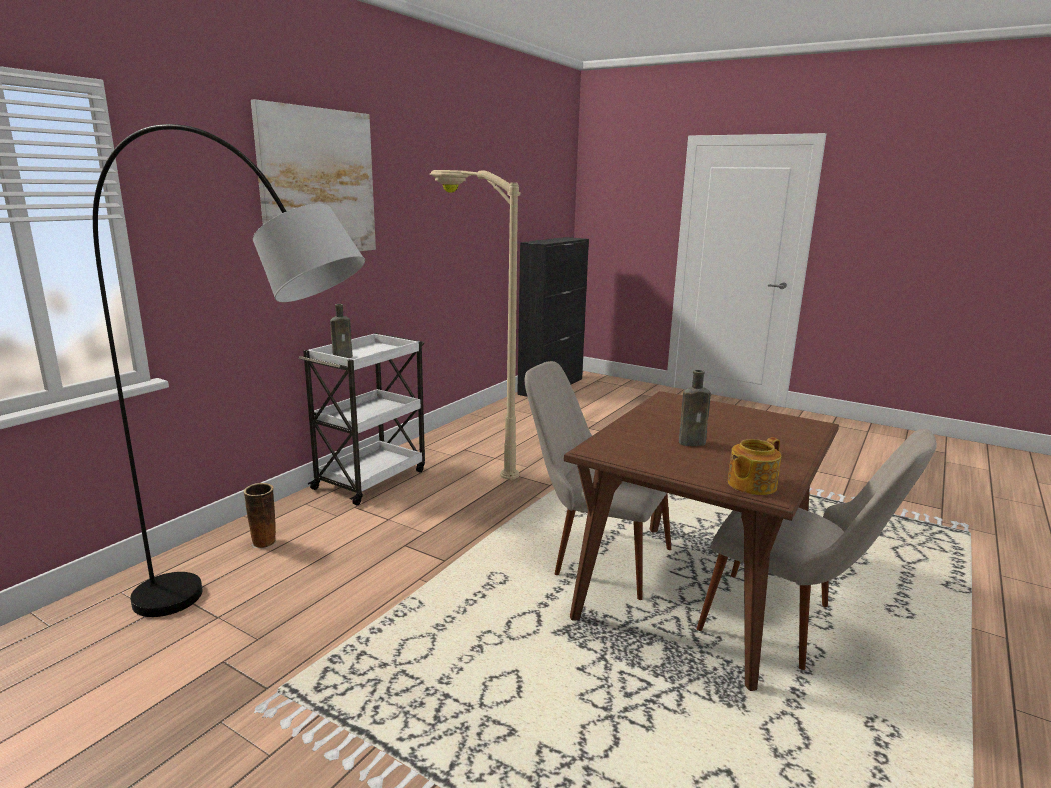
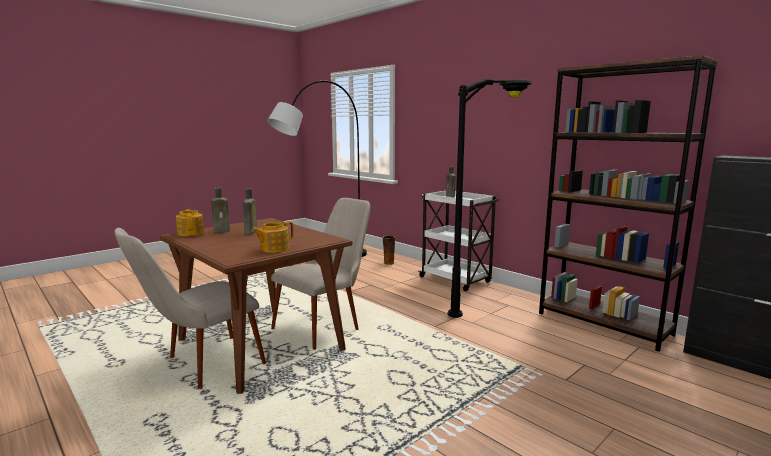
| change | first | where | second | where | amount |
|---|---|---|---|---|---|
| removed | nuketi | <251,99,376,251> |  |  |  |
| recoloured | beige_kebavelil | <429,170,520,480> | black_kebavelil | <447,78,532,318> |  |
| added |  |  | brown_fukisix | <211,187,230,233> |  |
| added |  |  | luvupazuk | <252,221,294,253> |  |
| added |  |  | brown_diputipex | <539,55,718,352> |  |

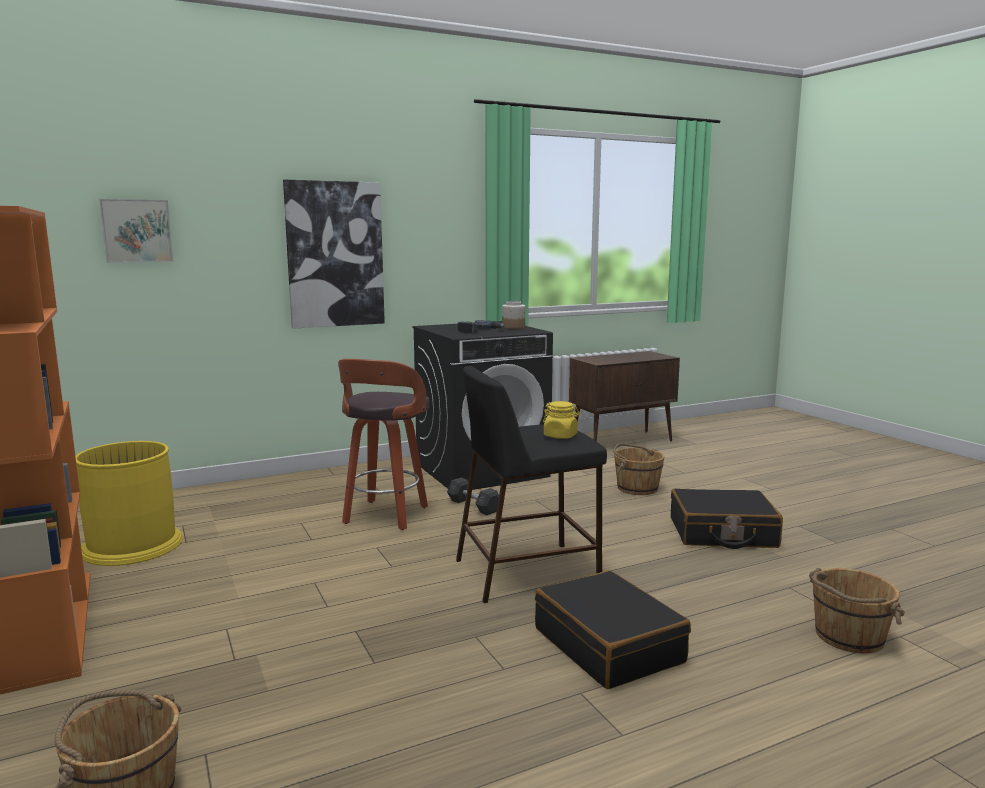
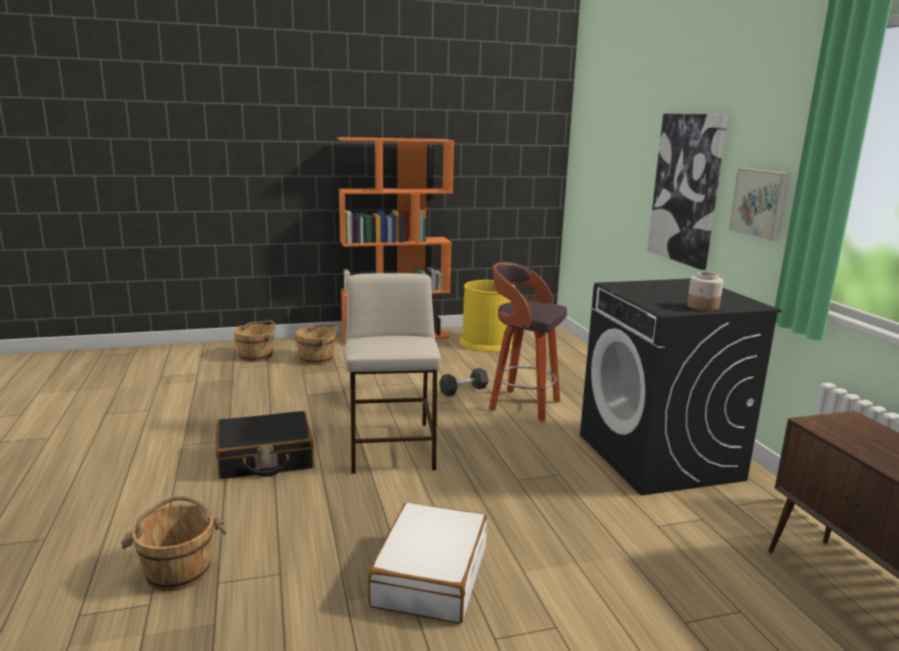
| change | first | where | second | where | amount |
|---|---|---|---|---|---|
| moved | nuketi | <99,199,173,263> |  | <729,168,790,241> |  |
| moved | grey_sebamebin | <447,477,499,515> |  | <439,368,489,396> |  |
| recoloured | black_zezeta | <456,366,607,603> | beige_zezeta | <345,273,441,474> |  |
| removed | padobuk | <458,320,505,333> |  |  |  |
| removed | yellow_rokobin | <543,401,580,439> |  |  |  |
| moved | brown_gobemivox | <613,443,665,495> |  | <295,324,338,365> |  |
| recoloured | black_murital | <671,489,783,549> | white_murital | <368,502,487,624> |  |

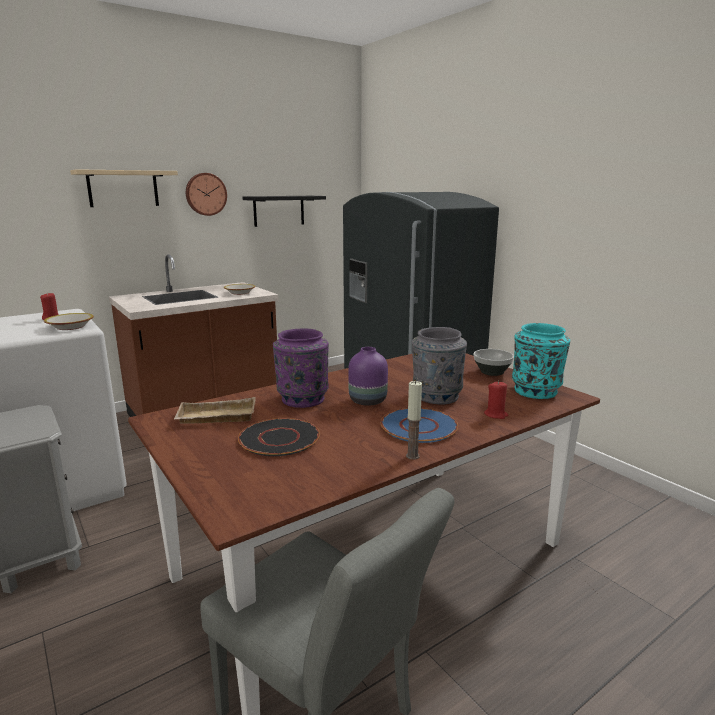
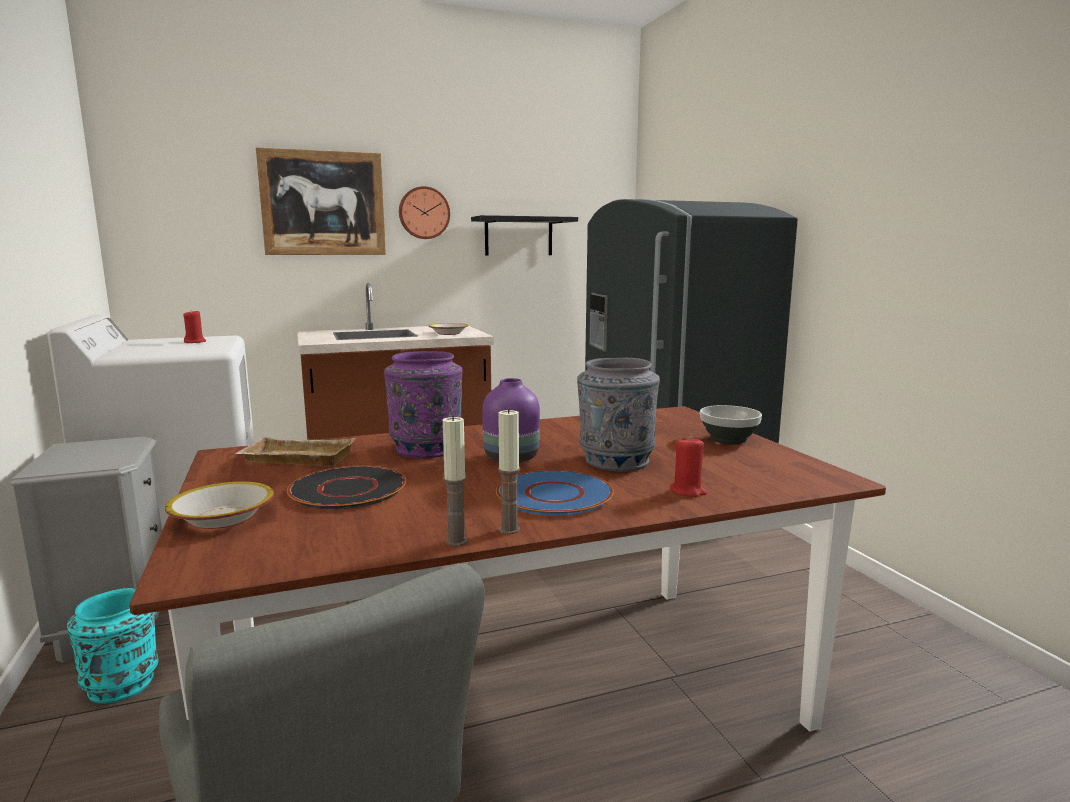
| change | first | where | second | where | amount |
|---|---|---|---|---|---|
| moved | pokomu | <44,313,94,330> |  | <165,482,274,529> |  |
| replaced | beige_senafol | <70,169,178,207> | nuketi | <256,148,386,255> |  |
| moved | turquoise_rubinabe | <512,323,570,399> |  | <67,588,159,703> |  |
| added |  |  | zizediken | <443,415,468,546> |  |

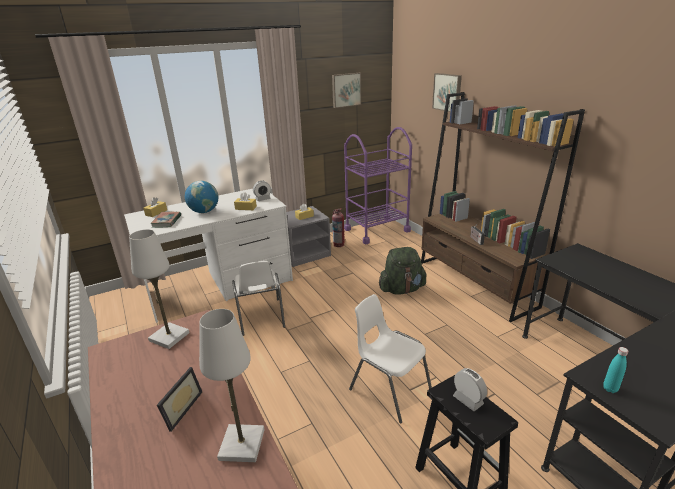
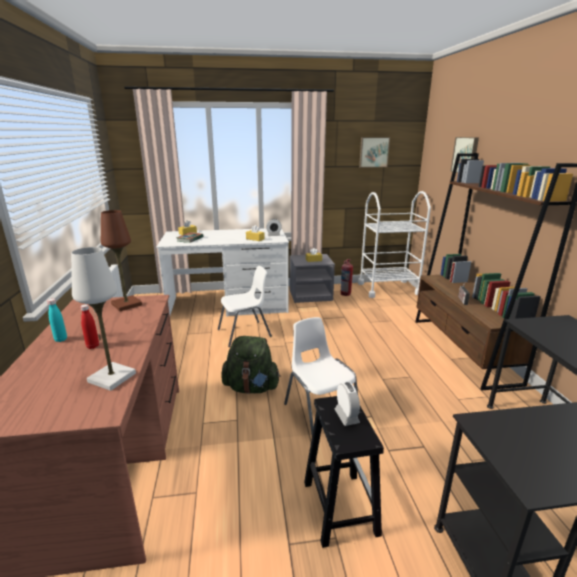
| change | first | where | second | where | amount |
|---|---|---|---|---|---|
| recoloured | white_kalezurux | <129,229,190,349> | brown_kalezurux | <101,210,142,311> |  |
| replaced | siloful | <157,367,202,432> | red_fukisix | <80,304,99,349> |  |
| removed | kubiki | <185,181,218,213> |  |  |  |
| turned | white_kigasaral | <232,261,285,336> |  | <218,266,272,347> | 120 degrees counterclockwise |
| recoloured | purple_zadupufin | <344,127,412,244> | white_zadupufin | <358,191,431,298> |  |
| moved | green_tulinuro | <379,247,427,295> |  | <221,336,280,394> |  |
| moved | turquoise_fukisix | <603,347,629,393> |  | <47,299,67,342> |  |

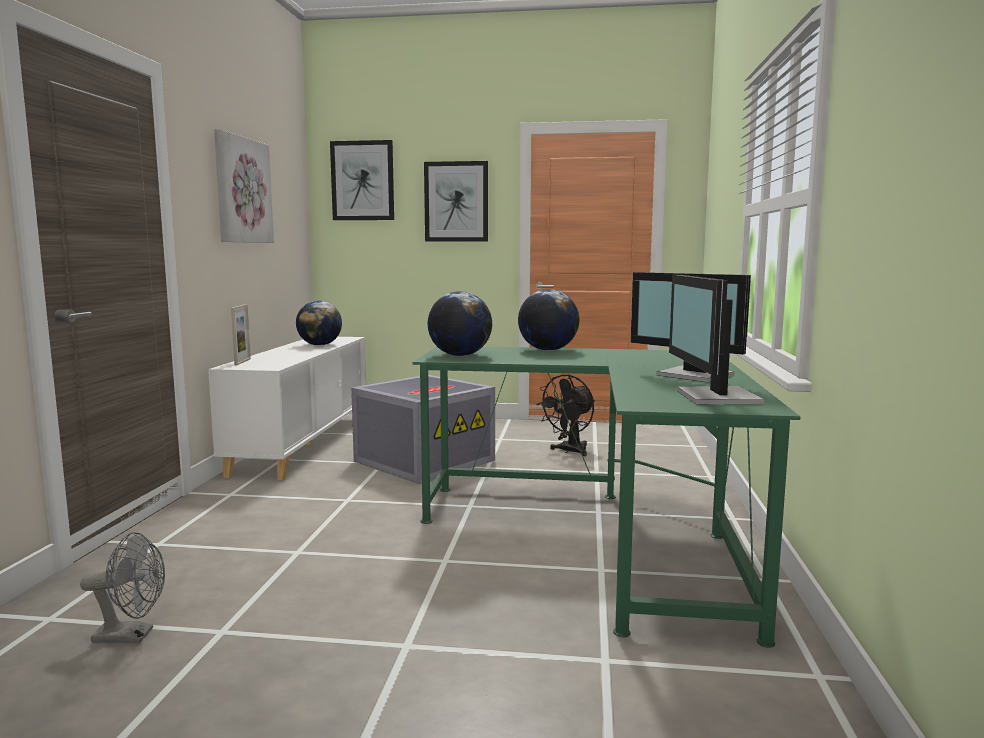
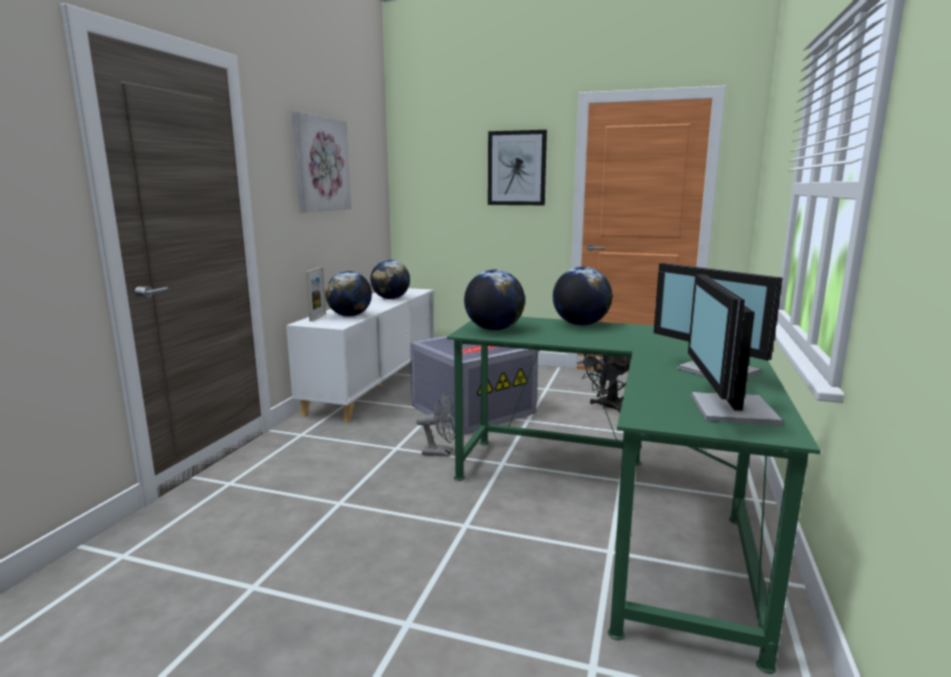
| change | first | where | second | where | amount |
|---|---|---|---|---|---|
| moved | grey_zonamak | <80,532,165,643> |  | <416,393,455,457> |  |
| removed | nuketi | <330,140,394,220> |  |  |  |
| added |  |  | kubiki | <325,271,372,317> |  |

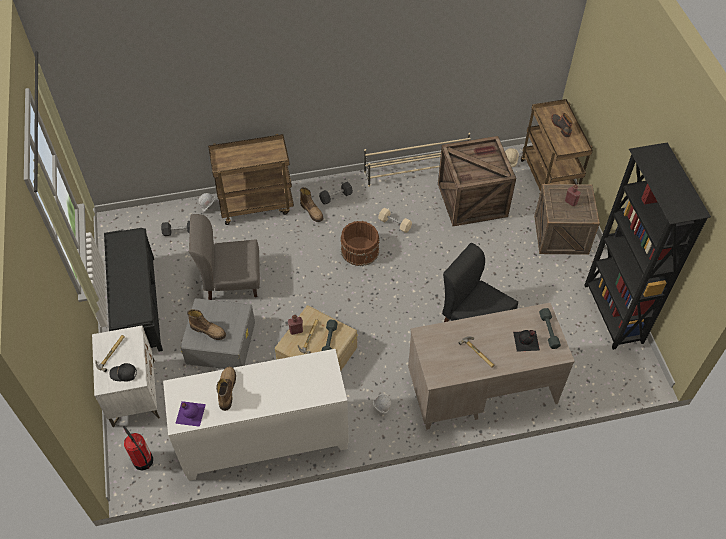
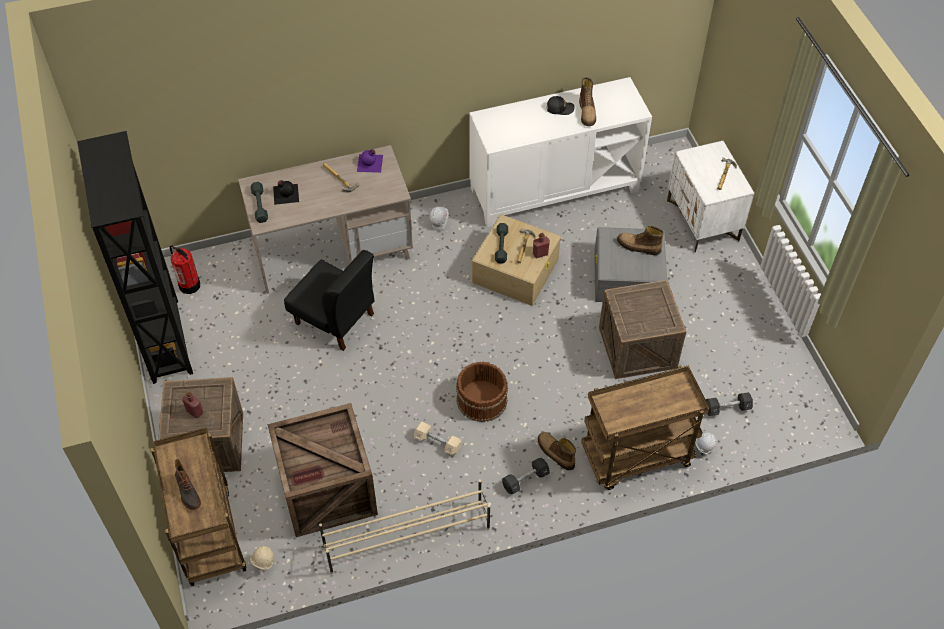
| change | first | where | second | where | amount |
|---|---|---|---|---|---|
| removed | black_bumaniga | <104,228,163,351> |  |  |  |
| moved | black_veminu | <109,363,137,382> |  | <547,96,575,115> |  |
| moved | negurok | <123,426,153,471> |  | <170,245,200,294> |  |
| moved | purple_fukisix | <175,401,206,427> |  | <357,149,383,173> |  |
| replaced | grey_kigasaral | <189,214,260,300> | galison | <599,280,686,379> |  |

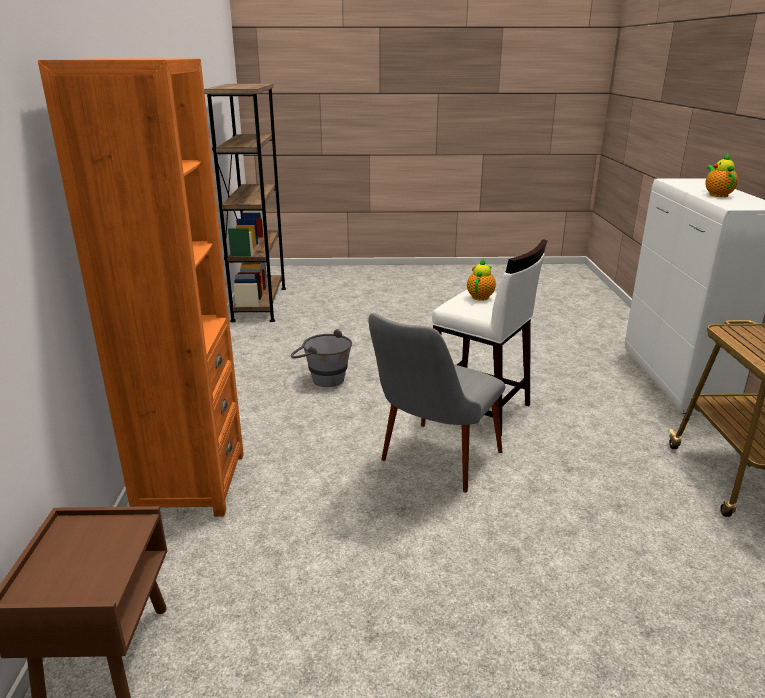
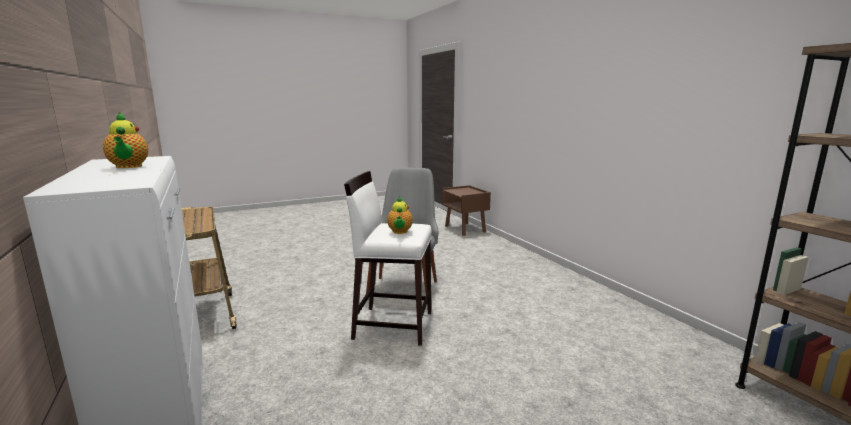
| change | first | where | second | where | amount |
|---|---|---|---|---|---|
| removed | orange_diputipex | <38,58,244,517> |  |  |  |
| removed | grey_gobemivox | <291,329,352,387> |  |  |  |

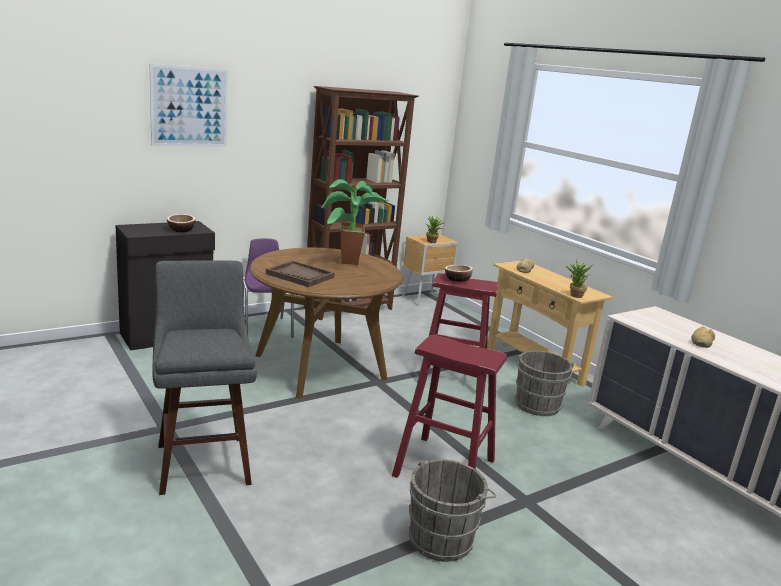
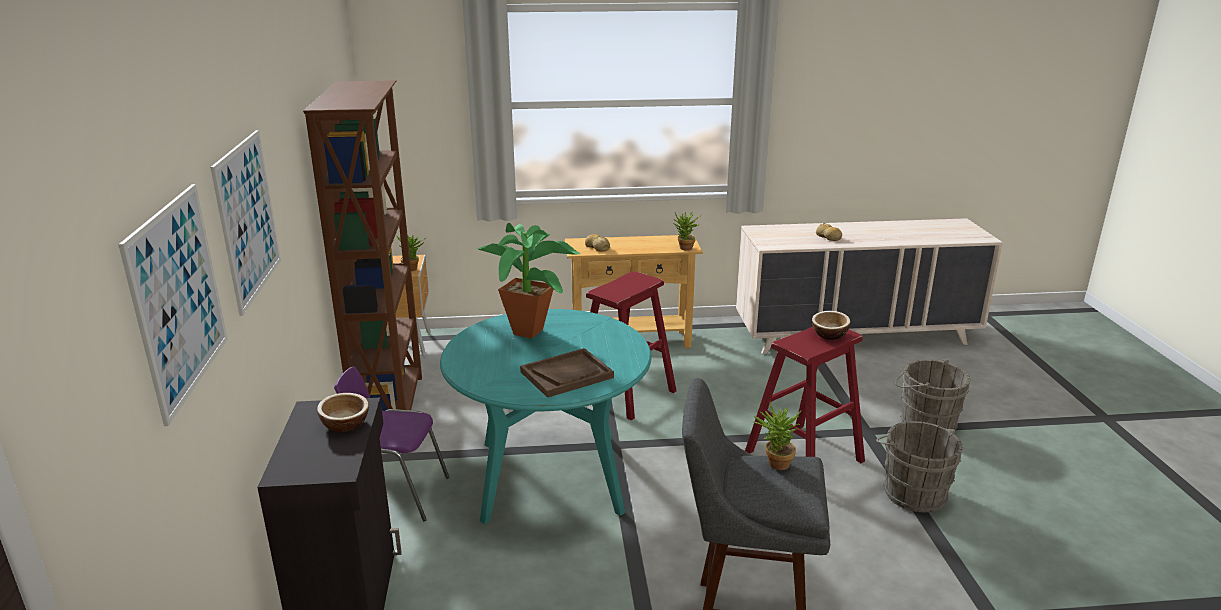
| change | first | where | second | where | amount |
|---|---|---|---|---|---|
| recoloured | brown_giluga | <250,247,403,398> | turquoise_giluga | <440,309,652,524> |  |
| moved | pokomu | <445,265,473,282> |  | <812,311,850,340> |  |
| moved | grey_gobemivox | <514,351,574,416> |  | <895,359,970,430> |  |
| added |  |  | nuketi | <118,184,228,426> |  |
| added |  |  | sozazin | <754,402,802,470> |  |

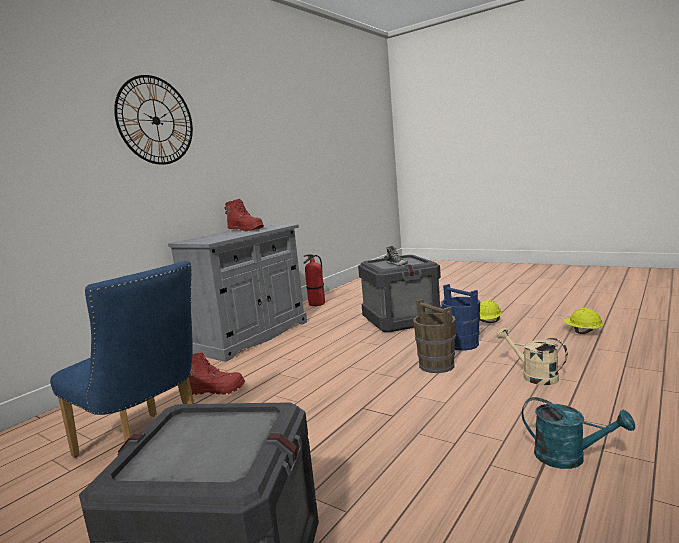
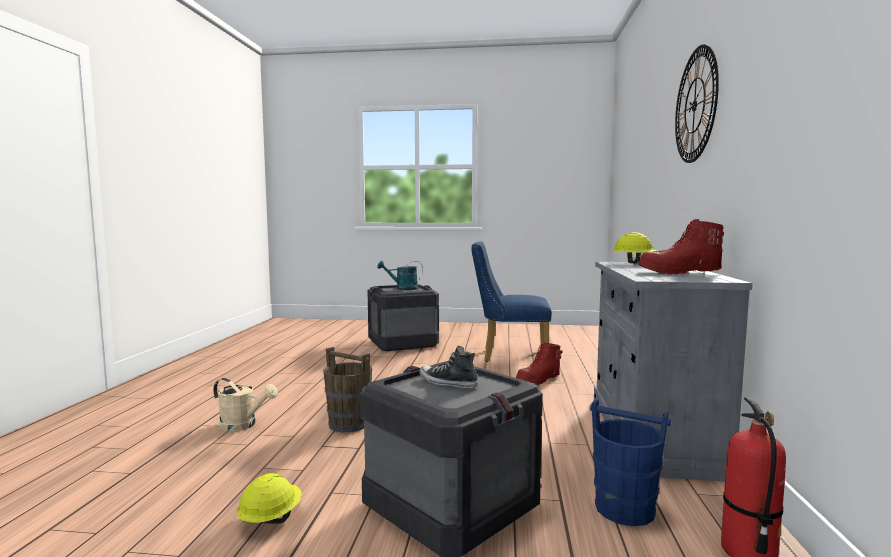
| change | first | where | second | where | amount |
|---|---|---|---|---|---|
| moved | blue_gobemivox | <441,284,480,351> |  | <590,399,671,526> |  |
| moved | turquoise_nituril | <522,397,635,469> |  | <377,261,423,290> |  |
| moved | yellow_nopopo | <564,308,604,334> |  | <613,232,657,264> |  |

